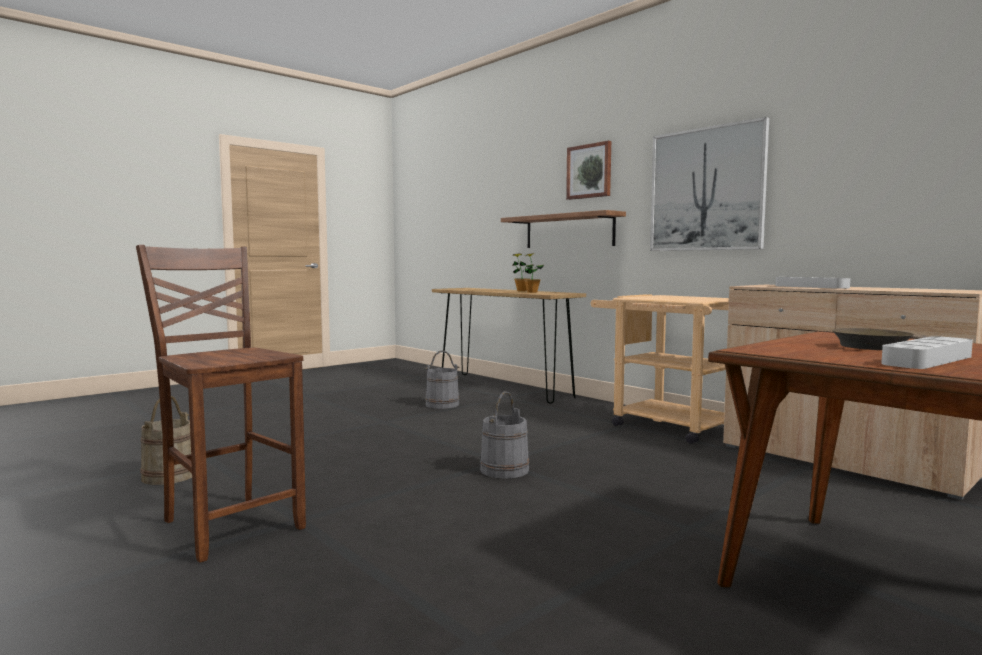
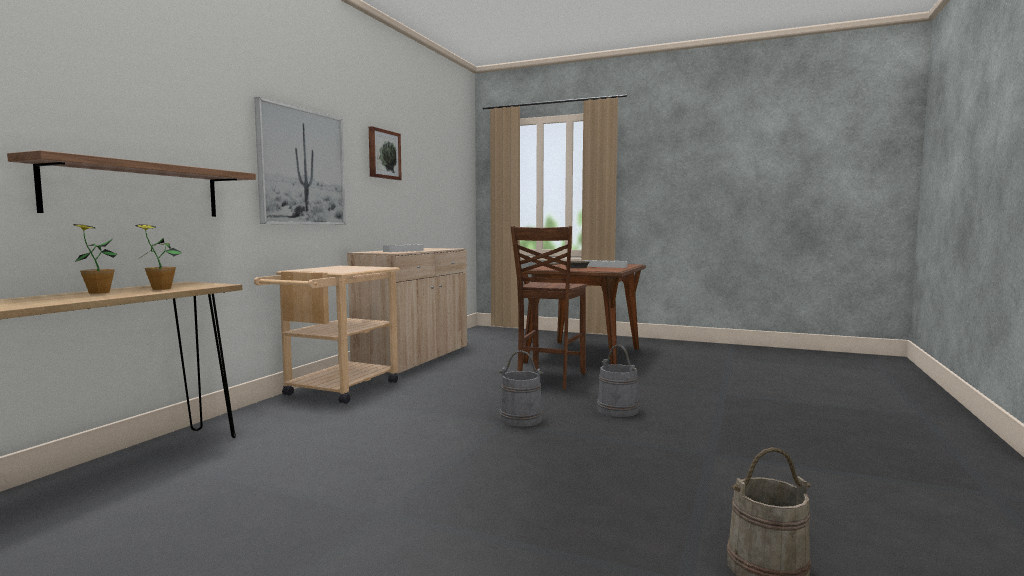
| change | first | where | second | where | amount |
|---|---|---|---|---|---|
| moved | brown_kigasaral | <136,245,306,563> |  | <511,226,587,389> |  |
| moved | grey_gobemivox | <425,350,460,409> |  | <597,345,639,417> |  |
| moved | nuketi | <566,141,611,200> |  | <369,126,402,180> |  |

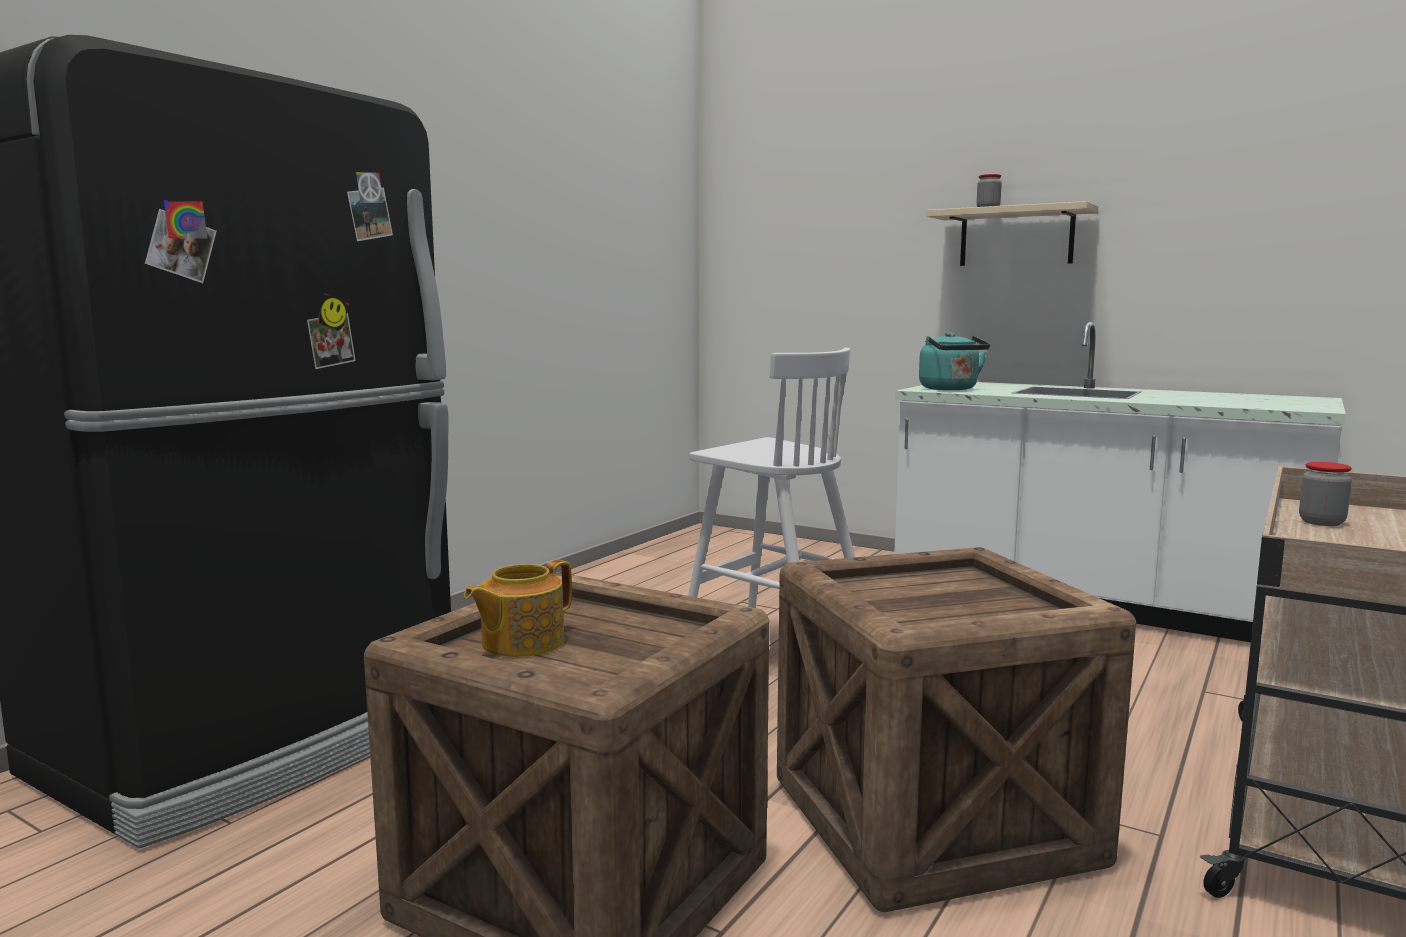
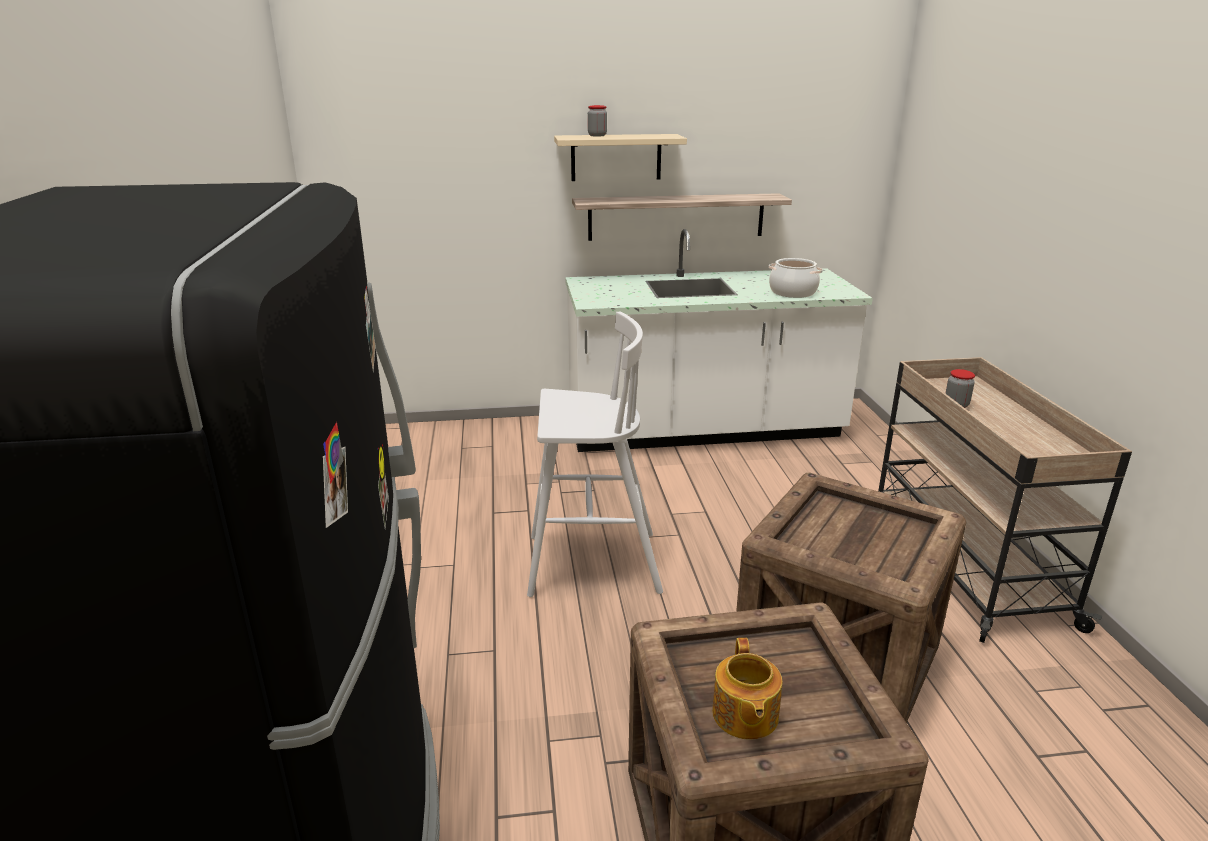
| change | first | where | second | where | amount |
|---|---|---|---|---|---|
| removed | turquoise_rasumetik | <919,332,990,390> |  |  |  |
| added |  |  | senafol | <572,193,792,241> |  |
| added |  |  | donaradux | <769,258,823,298> |  |

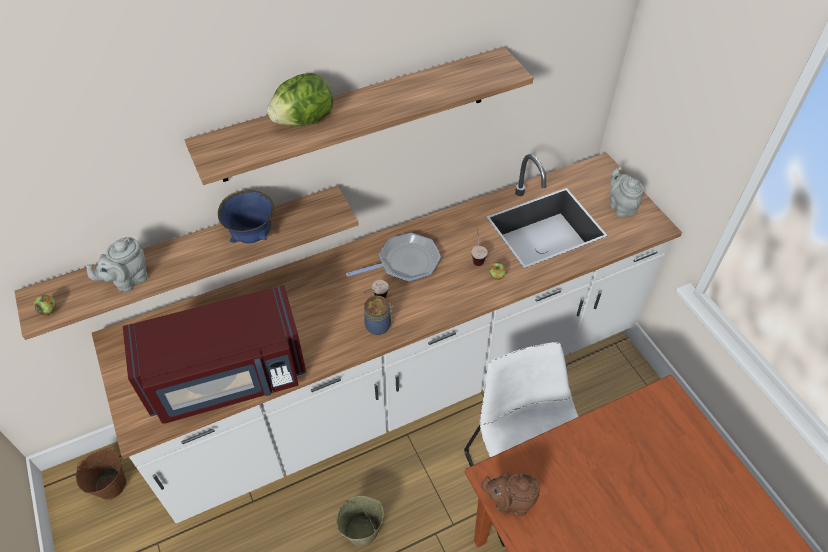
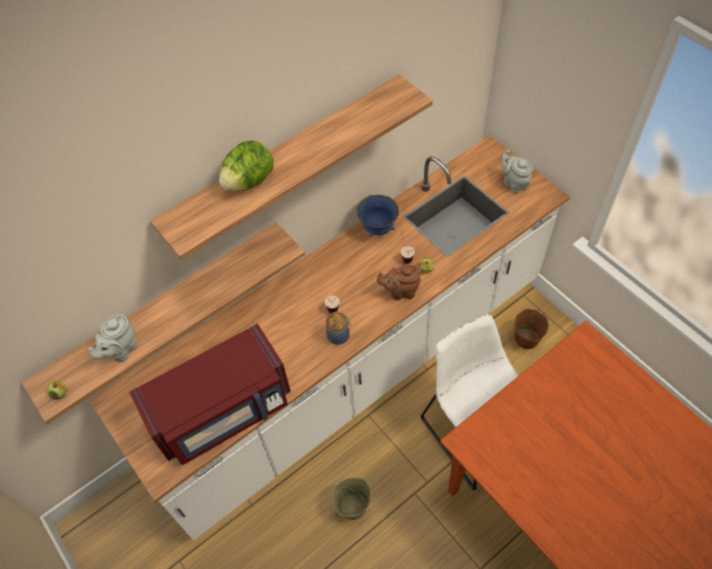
| change | first | where | second | where | amount |
|---|---|---|---|---|---|
| moved | brown_gobemivox | <76,448,126,500> |  | <514,309,549,349> |  |
| moved | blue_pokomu | <218,190,274,243> |  | <356,195,399,237> |  |
| removed | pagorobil | <346,233,441,282> |  |  |  |
| moved | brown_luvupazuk | <481,472,540,516> |  | <377,265,421,300> |  |

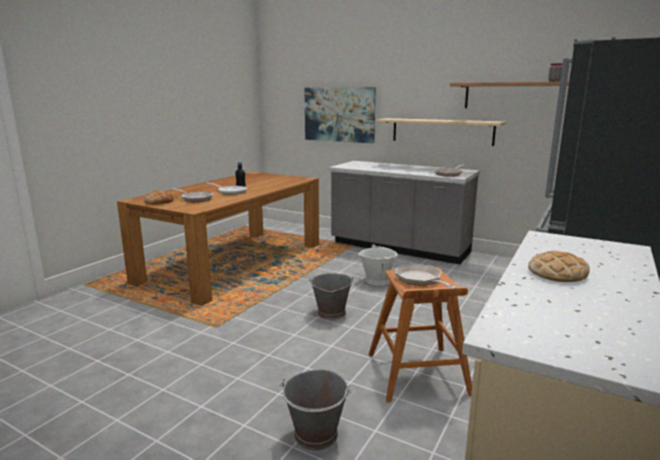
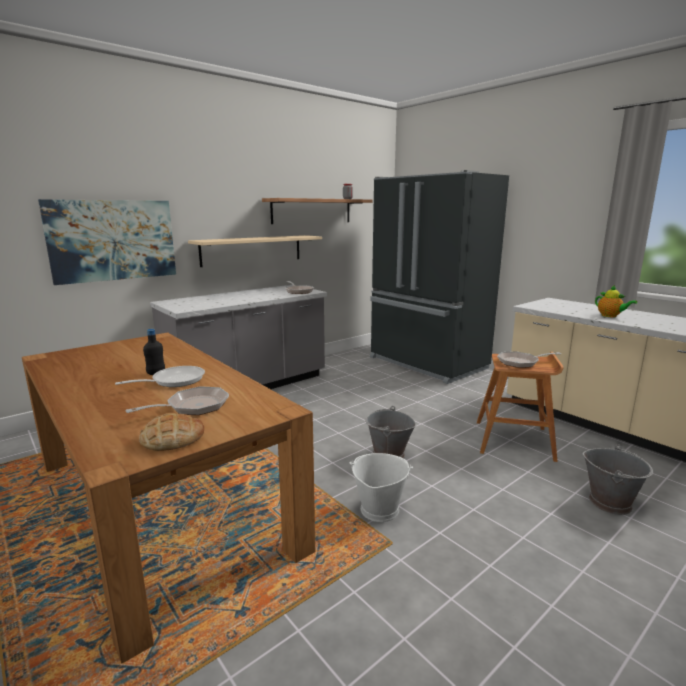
| change | first | where | second | where | amount |
|---|---|---|---|---|---|
| moved | white_gobemivox | <358,244,398,286> |  | <350,453,413,522> |  |
| replaced | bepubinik | <528,251,590,282> | luvupazuk | <595,285,637,317> |  |

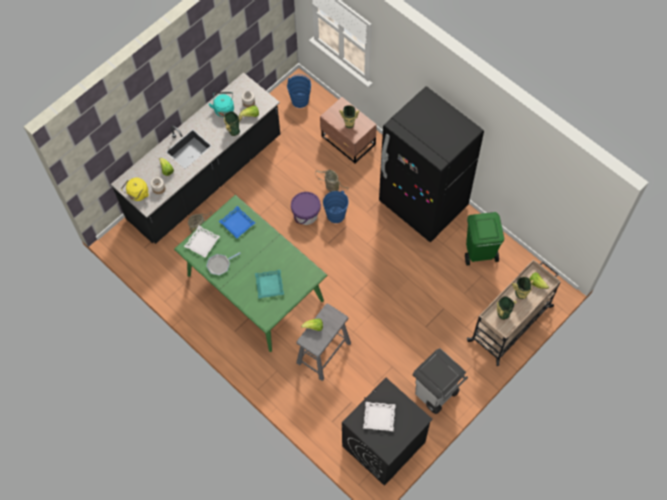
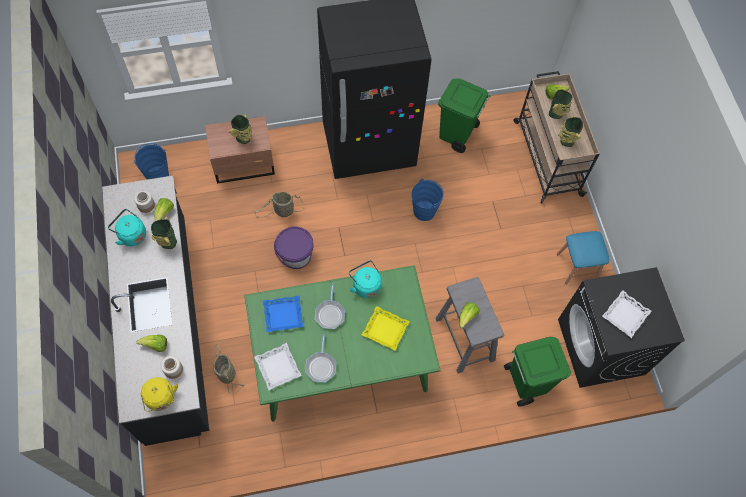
| change | first | where | second | where | amount |
|---|---|---|---|---|---|
| recoloured | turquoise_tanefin | <255,270,284,299> | yellow_tanefin | <362,306,410,351> |  |
| moved | blue_gobemivox | <323,191,349,223> |  | <412,179,444,221> |  |
| replaced | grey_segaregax | <413,348,468,414> | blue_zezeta | <557,231,610,284> |  |
| added |  |  | pagorobil | <315,283,345,329> |  |
| added |  |  | turquoise_rasumetik | <349,260,382,298> |  |
| added |  |  | green_segaregax | <504,337,571,407> |  |

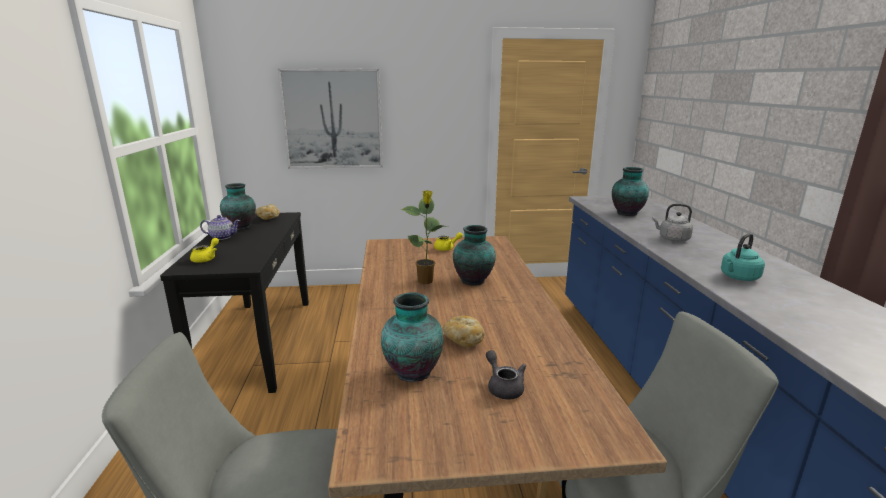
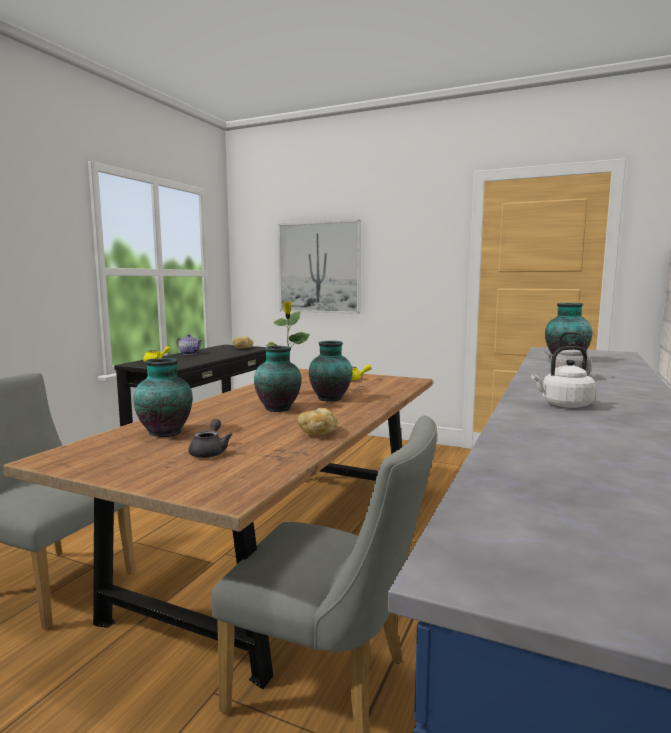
| change | first | where | second | where | amount |
|---|---|---|---|---|---|
| moved | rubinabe | <220,183,256,230> |  | <254,346,302,412> |  |
| moved | bepubinik | <443,316,485,347> |  | <297,408,338,435> |  |
| recoloured | turquoise_rasumetik | <721,233,765,281> | white_rasumetik | <531,346,596,408> |  |

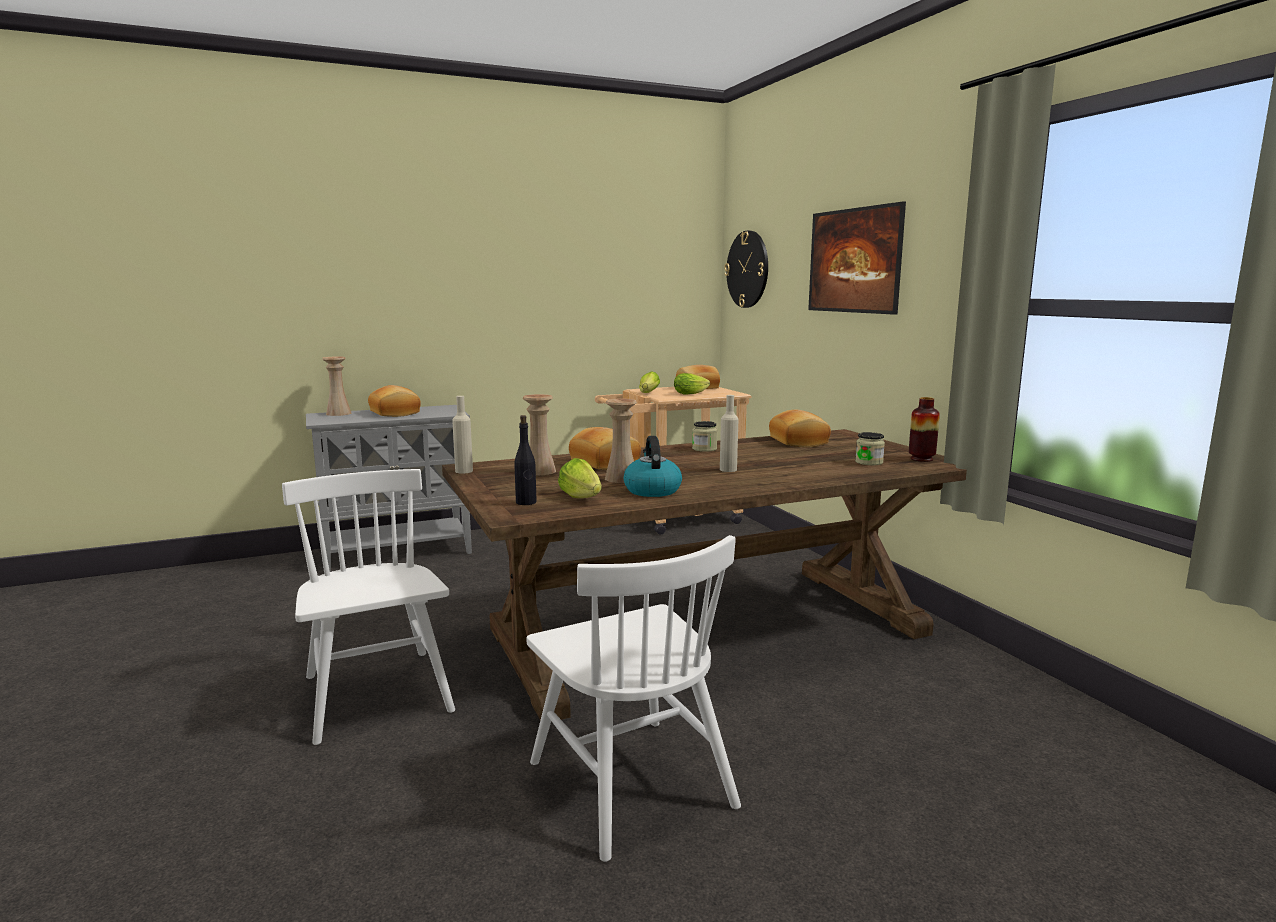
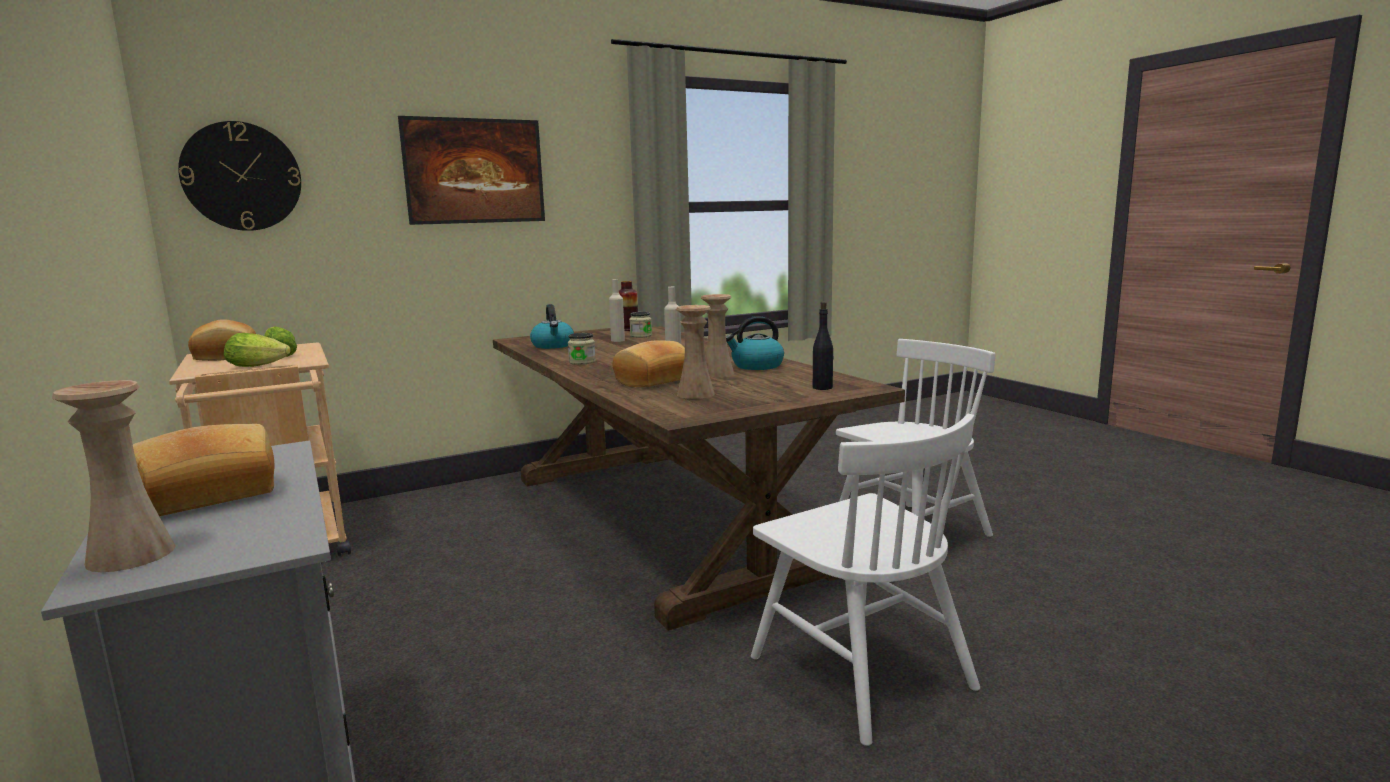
| change | first | where | second | where | amount |
|---|---|---|---|---|---|
| turned | white_kigasaral | <282,469,455,745> |  | <751,414,980,746> | 90 degrees counterclockwise |
| moved | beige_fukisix | <452,396,473,473> |  | <609,279,625,342> |  |
| removed | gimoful | <558,458,602,498> |  |  |  |
| replaced | bepubinik | <769,410,831,447> | rasumetik | <530,304,574,349> |  |

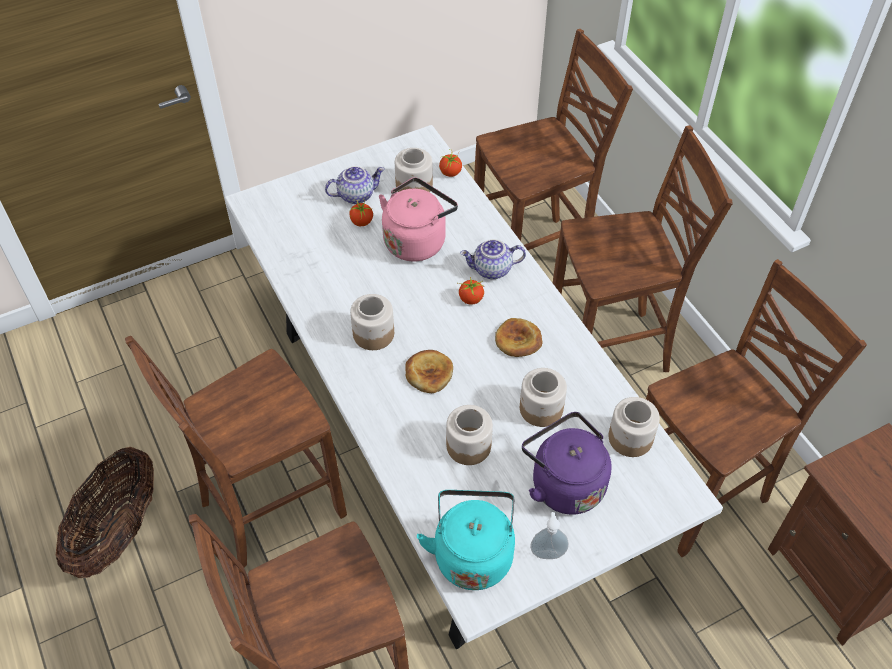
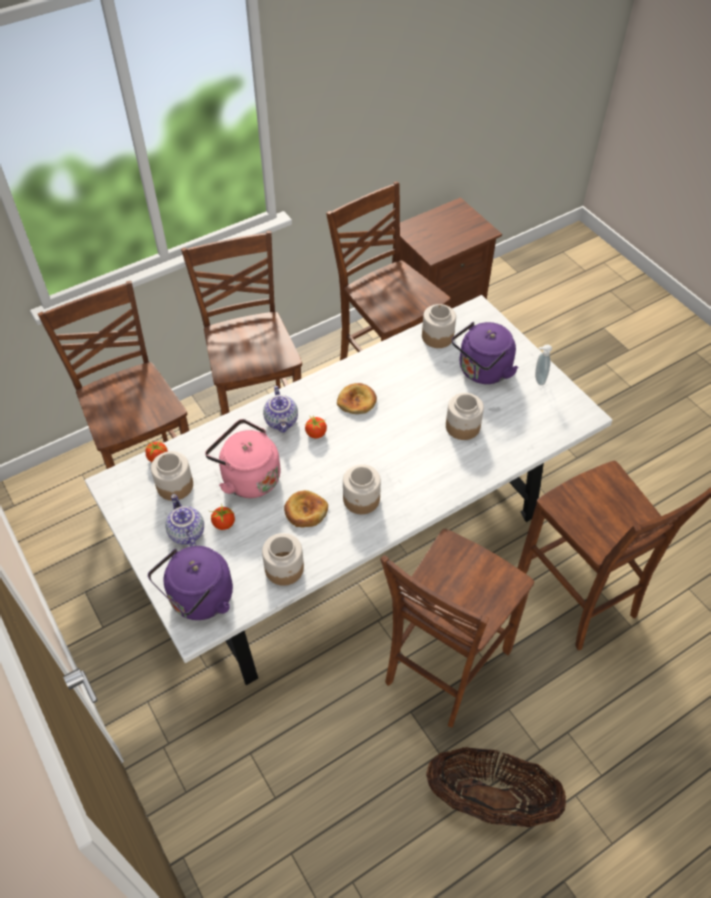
| change | first | where | second | where | amount |
|---|---|---|---|---|---|
| turned | brown_kigasaral | <125,336,347,567> |  | <380,529,534,727> | 75 degrees clockwise |
| moved | bepubinik | <405,350,453,393> |  | <284,490,328,527> |  |
| removed | turquoise_rasumetik | <417,490,515,590> |  |  |  |
| moved | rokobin | <520,368,567,427> |  | <262,533,304,586> |  |
| added |  |  | purple_rasumetik | <148,546,233,620> |  |

